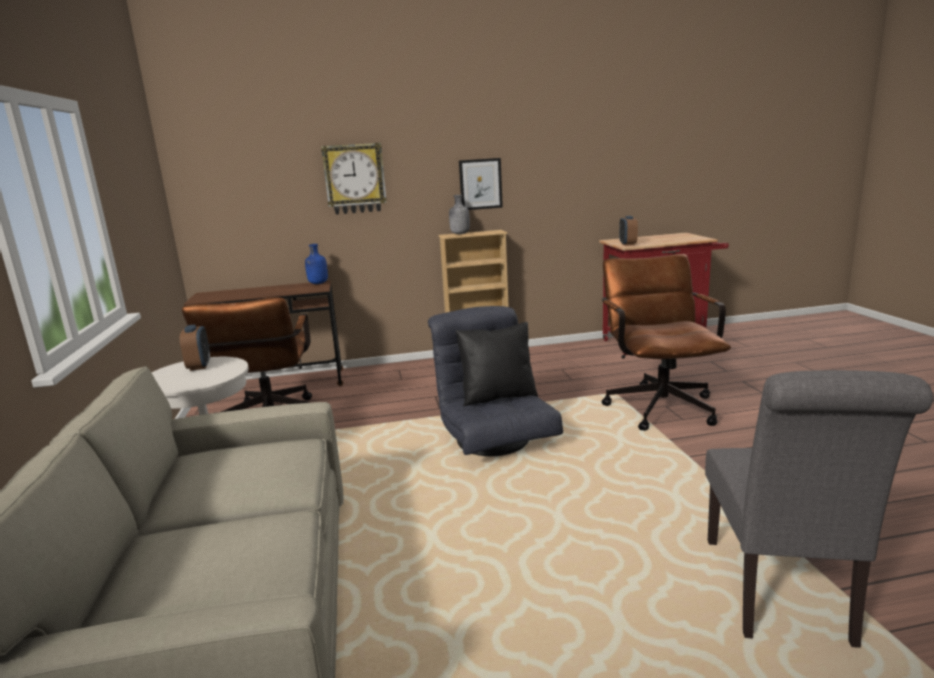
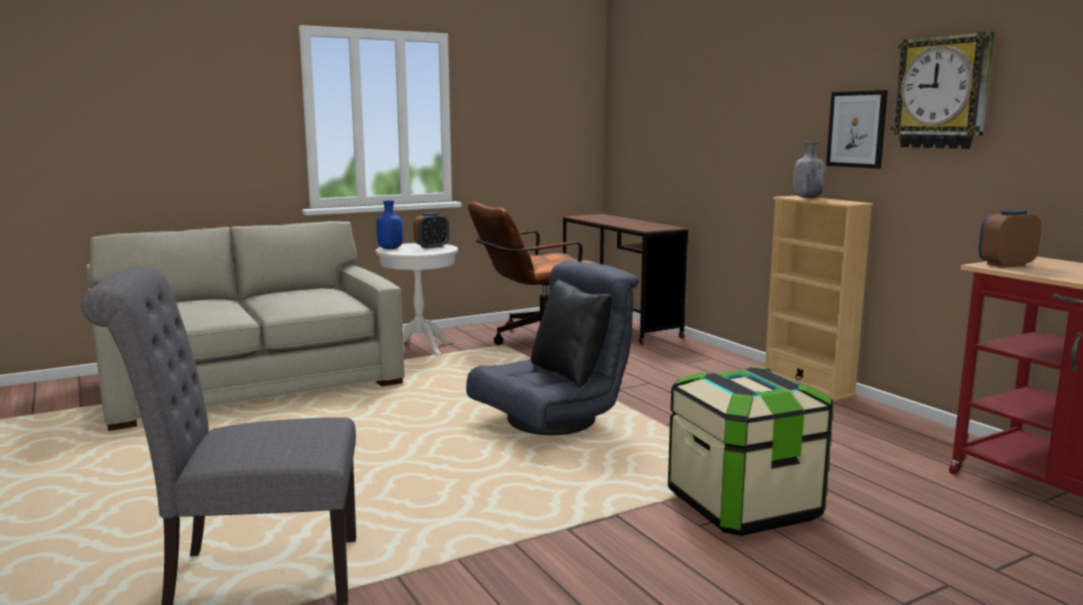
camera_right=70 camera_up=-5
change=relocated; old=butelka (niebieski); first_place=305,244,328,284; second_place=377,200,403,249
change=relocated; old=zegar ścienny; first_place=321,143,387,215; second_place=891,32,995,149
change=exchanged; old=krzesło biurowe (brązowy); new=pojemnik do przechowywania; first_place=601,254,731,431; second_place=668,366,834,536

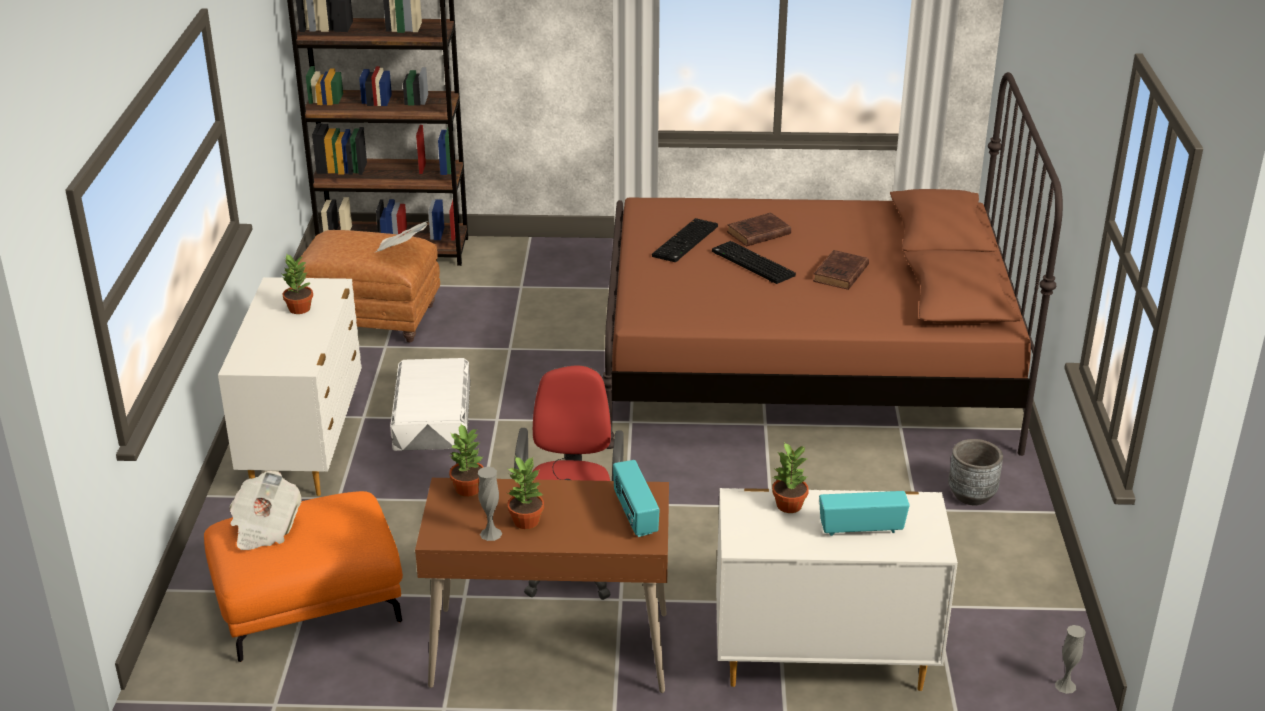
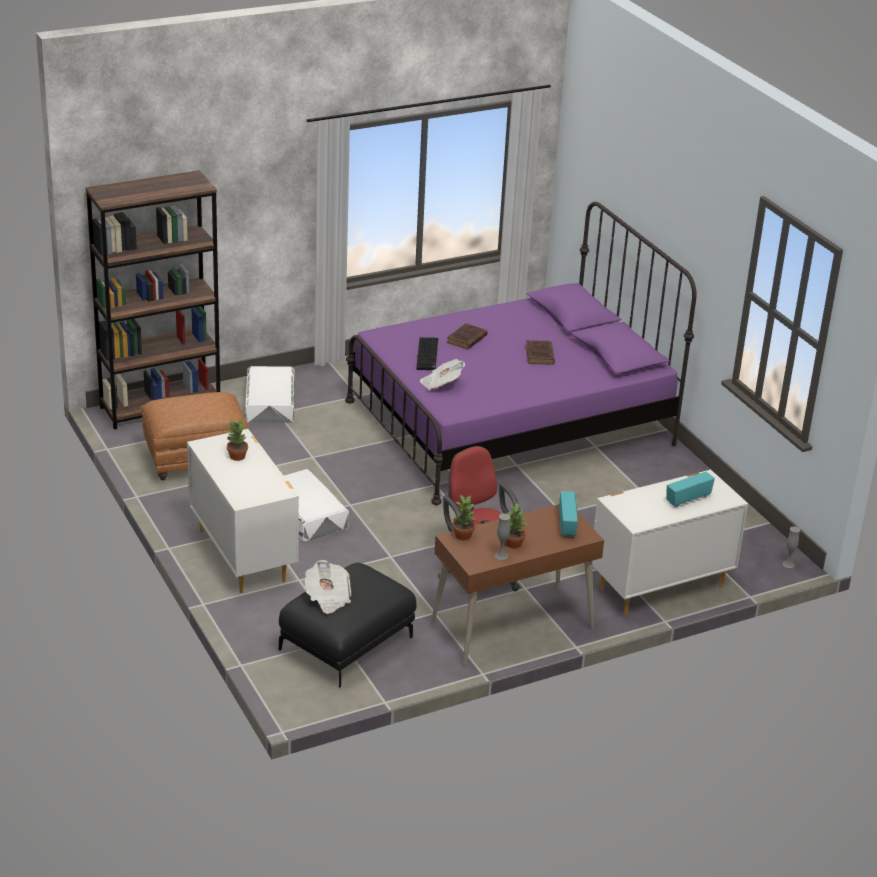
camera_right=-30 camera_up=0
change=colour; old=pufa (pomarańczowy); new=pufa (czarny); first_place=204,491,403,662; second_place=279,563,416,687
change=relocated; old=gazeta; first_place=374,221,428,253; second_place=420,359,465,390
change=colour; old=łóżko (brązowy); new=łóżko (fioletowy); first_place=602,72,1063,456; second_place=345,202,697,505
change=spun; old=radio; first_place=613,460,660,537; second_place=559,491,578,537; degrees=-135
change=missing; old=klawiatura; first_place=712,241,796,284
change=missing; old=roślina doniczkowa; first_place=772,442,809,513
change=missing; old=donica (szary); first_place=948,439,1003,505
change=appeared; new=pojemnik do przechowywania (biały); second_place=245,366,294,423

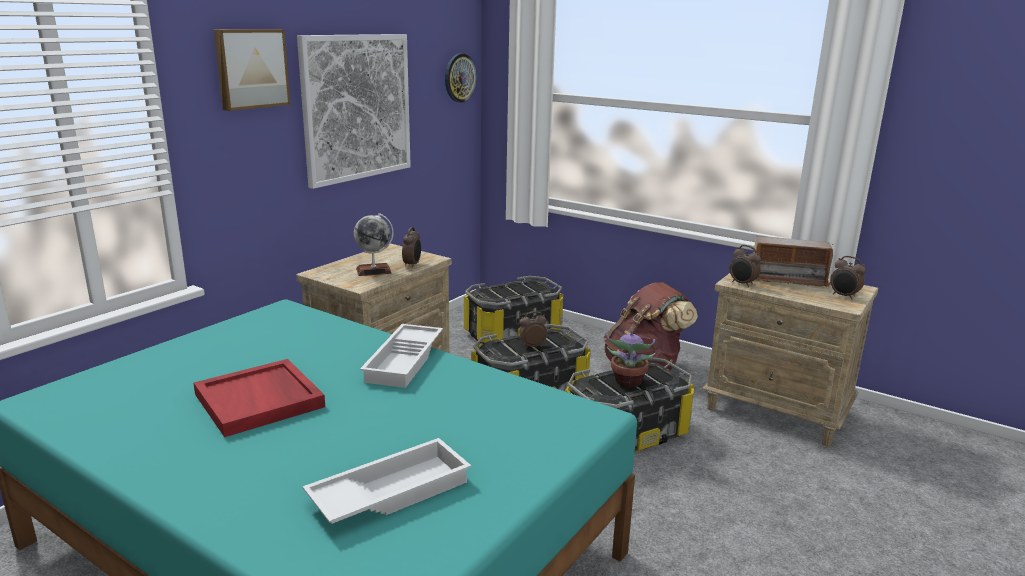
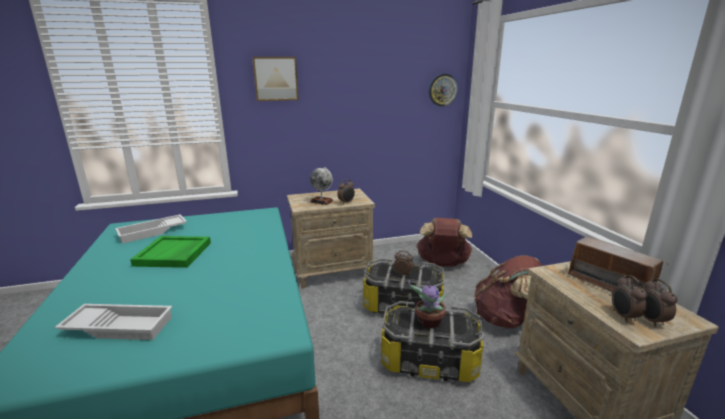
camera_right=40 camera_up=0
change=colour; old=taca (czerwony); new=taca (zielony); first_place=194,359,325,437; second_place=130,236,211,268
change=missing; old=obraz; first_place=297,34,411,189
change=relocated; old=taca (biały); first_place=360,324,443,388; second_place=115,215,187,244
change=exchanged; old=pojemnik do przechowywania; new=plecak (brązowy); first_place=464,276,563,344; second_place=417,218,472,267
change=relocated; old=budzik; first_place=730,245,761,287; second_place=612,275,647,323

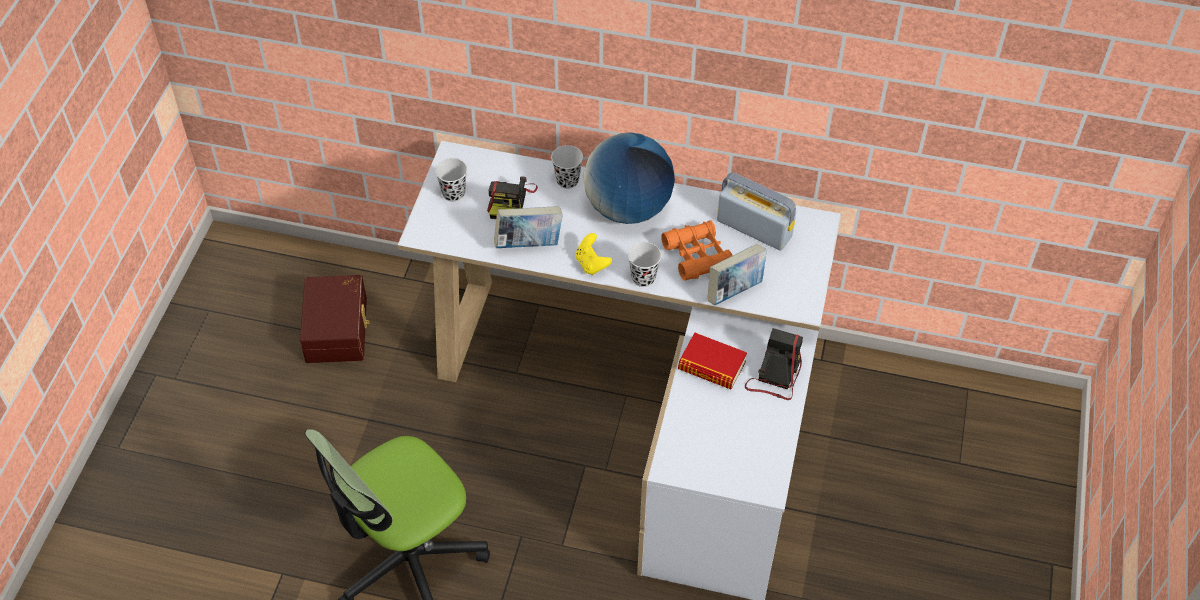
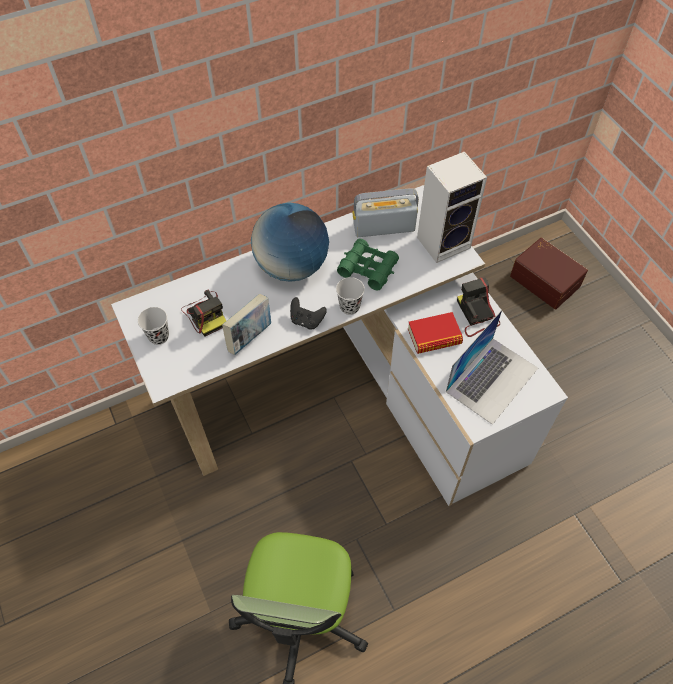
camera_right=-40 camera_up=5
change=relocated; old=pojemnik do przechowywania (brązowy); first_place=300,275,369,363; second_place=510,238,588,309
change=missing; old=filiżanka (czarny); first_place=551,145,583,189
change=colour; old=pad do gier (żółty); new=pad do gier (czarny); first_place=576,233,612,275; second_place=290,297,327,329
change=colour; old=lornetka (pomarańczowy); new=lornetka (zielony); first_place=661,220,733,280; second_place=337,239,399,291
change=missing; old=książka; first_place=708,244,767,305
change=appeared; new=głośnik; second_place=417,151,487,263
change=appeared; new=laptop; second_place=446,310,538,425

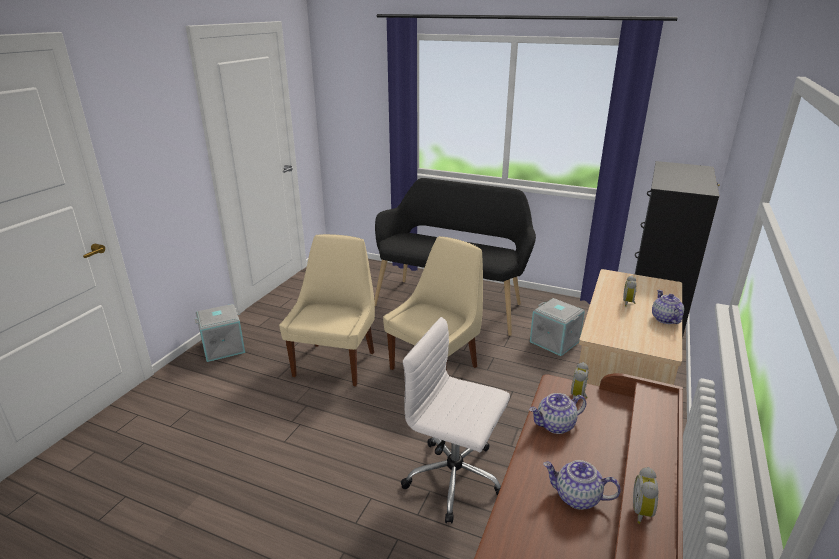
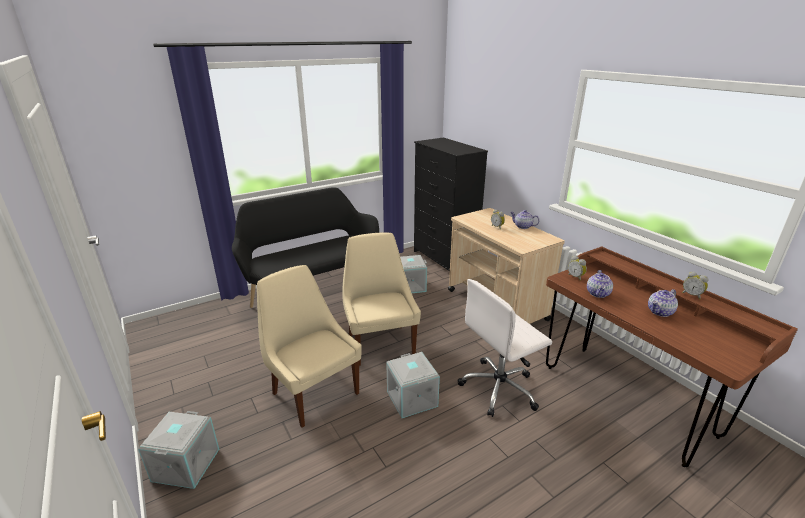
camera_right=-55 camera_up=0
change=appeared; new=pojemnik do przechowywania (szary); second_place=386,352,440,418

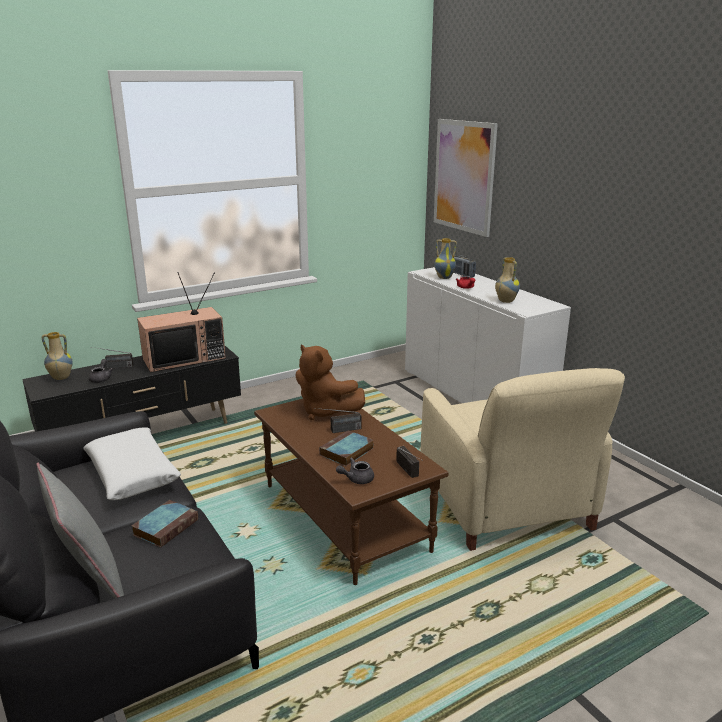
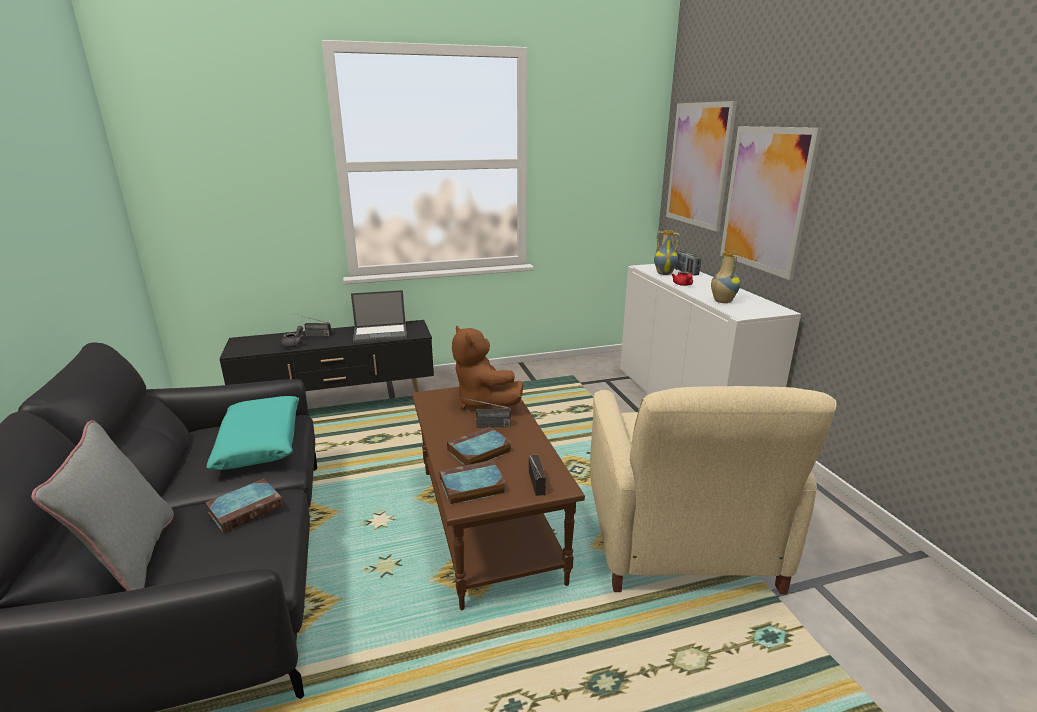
camera_right=15 camera_up=0
change=missing; old=wazon; first_place=42,332,73,380
change=colour; old=poduszka (biały); new=poduszka (turkusowy); first_place=83,427,181,500; second_place=206,396,299,470
change=exchanged; old=telewizor; new=laptop; first_place=137,272,226,373; second_place=351,290,407,343
change=exchanged; old=imbryk (szary); new=książka; first_place=336,457,374,484; second_place=439,460,506,505
change=appeared; new=obraz; second_place=720,126,822,280

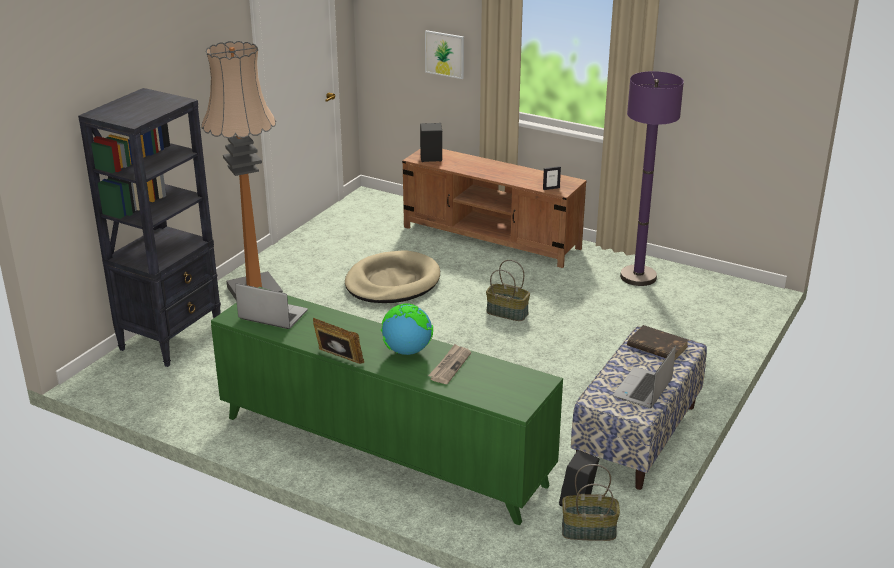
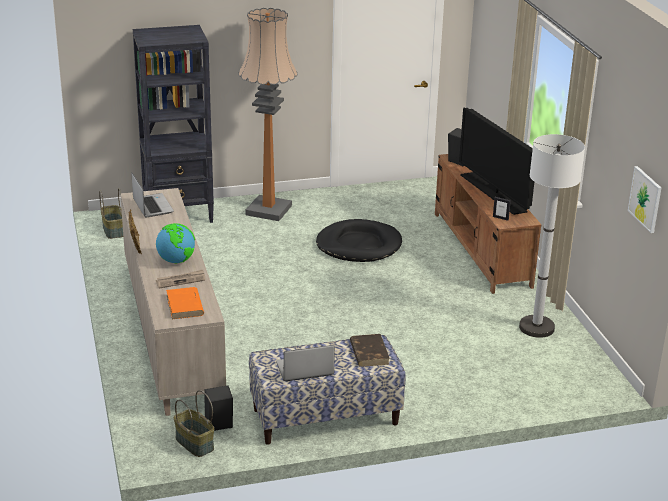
camera_right=45 camera_up=0
change=colour; old=szafka (zielony); new=szafka (beżowy); first_place=211,287,563,525; second_place=121,188,226,416
change=colour; old=legowisko (beżowy); new=legowisko (czarny); first_place=345,250,440,303; second_place=316,219,402,262
change=relocated; old=obraz; first_place=425,30,464,79; second_place=628,166,661,233
change=relocated; old=koszyk; first_place=486,260,530,321; second_place=99,188,123,239
change=colour; old=lampa stojąca (fioletowy); new=lampa stojąca (biały); first_place=620,71,684,286; second_place=519,134,585,338
change=appeared; new=książka (pomarańczowy); second_place=166,287,204,319
change=appeared; new=telewizor; second_place=459,107,534,215

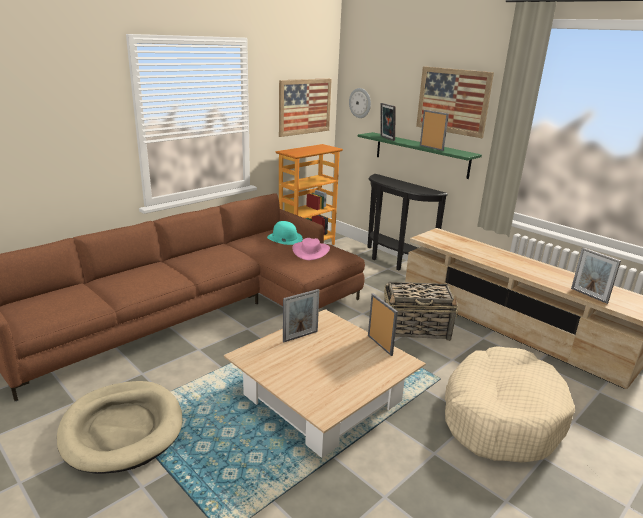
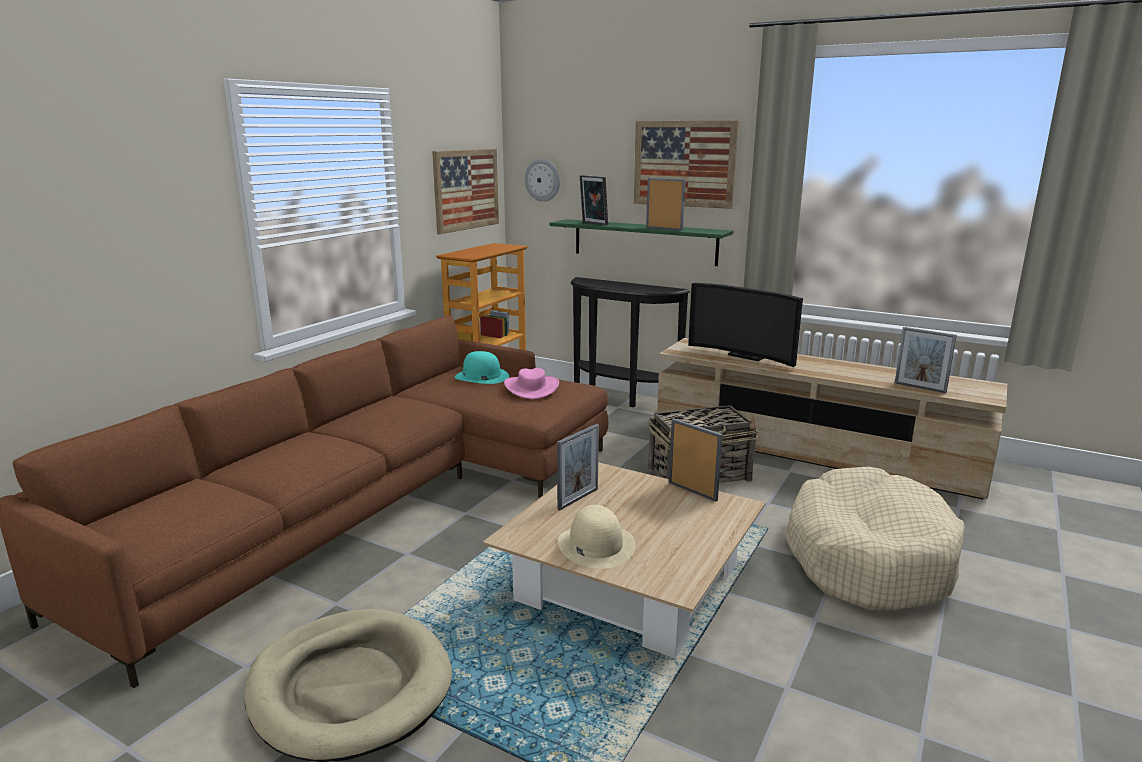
camera_right=-15 camera_up=-5
change=appeared; new=kapelusz (beżowy); second_place=557,505,635,569
change=appeared; new=telewizor; second_place=688,283,803,367

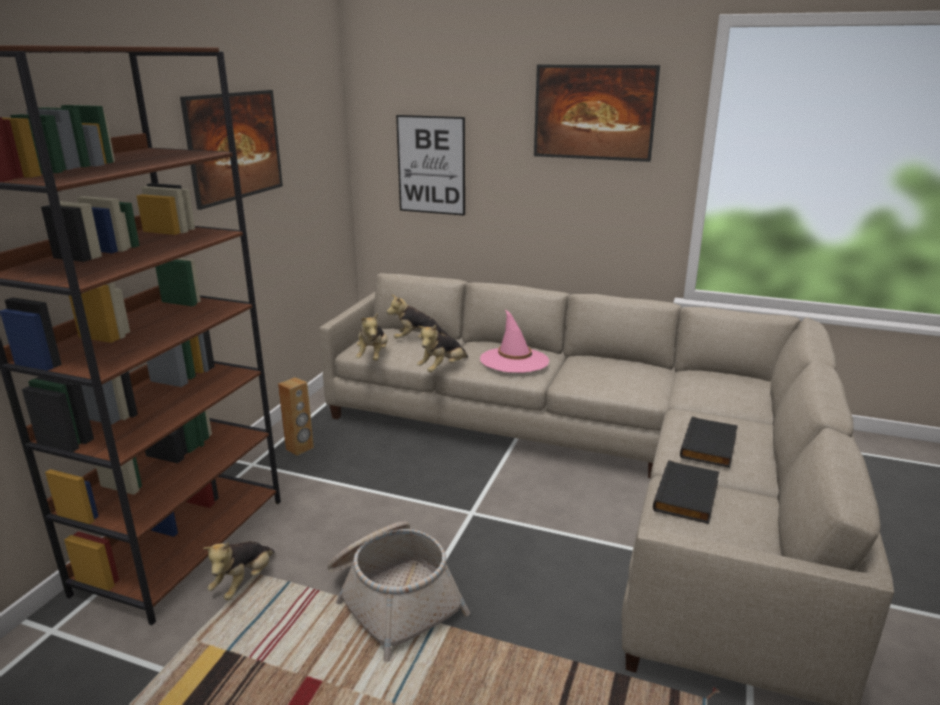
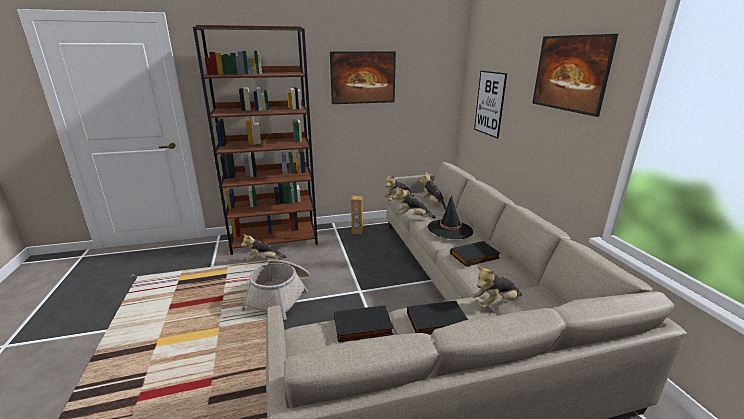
camera_right=55 camera_up=0
change=colour; old=kapelusz (różowy); new=kapelusz (czarny); first_place=480,309,549,373; second_place=428,196,473,239
change=appeared; new=książka (czarny); second_place=450,241,500,267
change=appeared; new=pluszak; second_place=472,267,522,308

